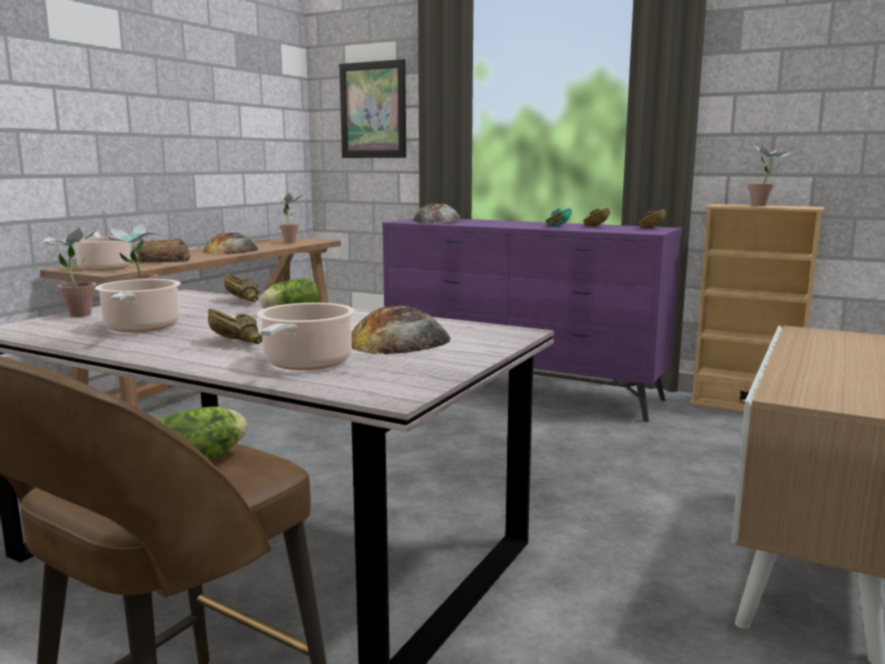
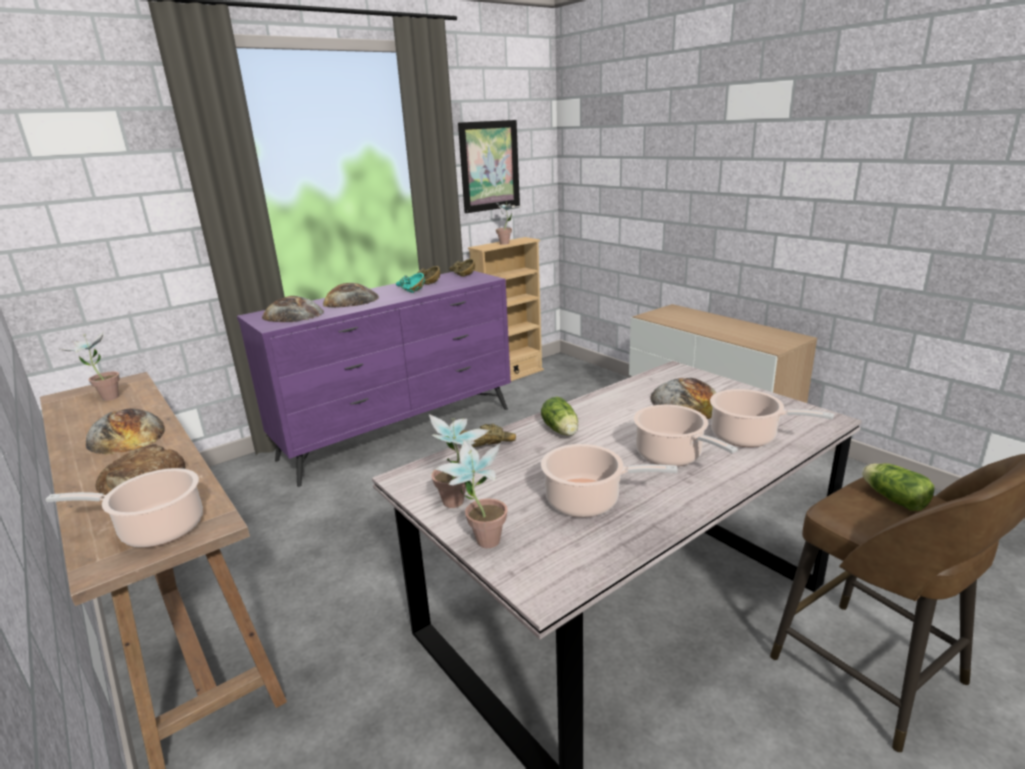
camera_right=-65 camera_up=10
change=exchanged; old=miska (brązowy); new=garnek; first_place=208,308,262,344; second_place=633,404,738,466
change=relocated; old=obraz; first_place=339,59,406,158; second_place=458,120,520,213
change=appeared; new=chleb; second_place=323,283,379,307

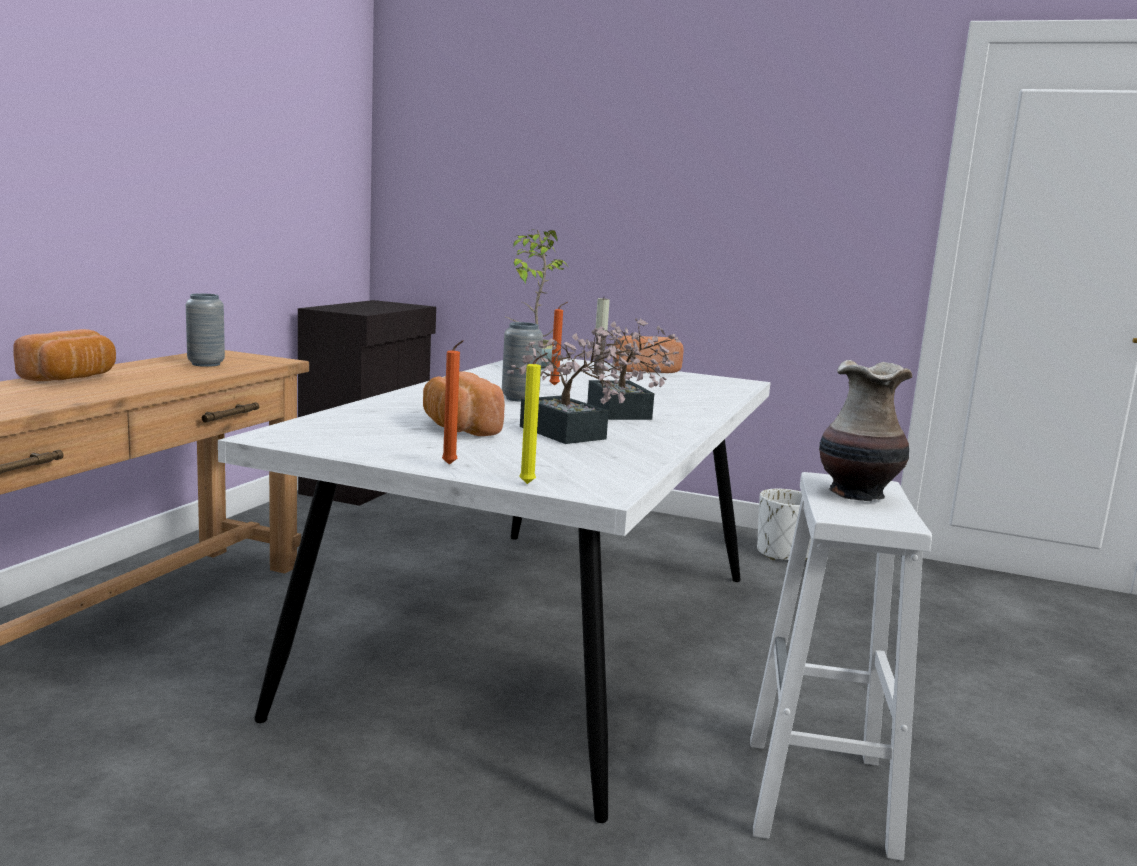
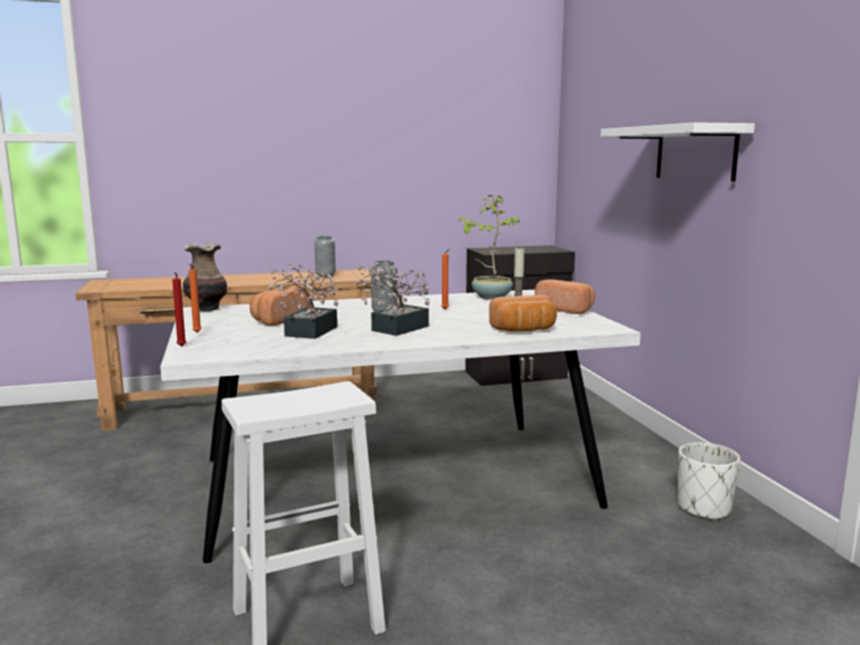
camera_right=55 camera_up=0
change=relocated; old=chleb; first_place=13,329,116,381; second_place=489,295,557,331
change=colour; old=świeca (żółty); new=świeca (czerwony); first_place=519,353,548,484; second_place=172,273,186,346
change=relocated; old=wazon; first_place=819,360,912,501; second_place=183,242,227,311
change=appeared; new=półka (biały); second_place=601,122,755,181

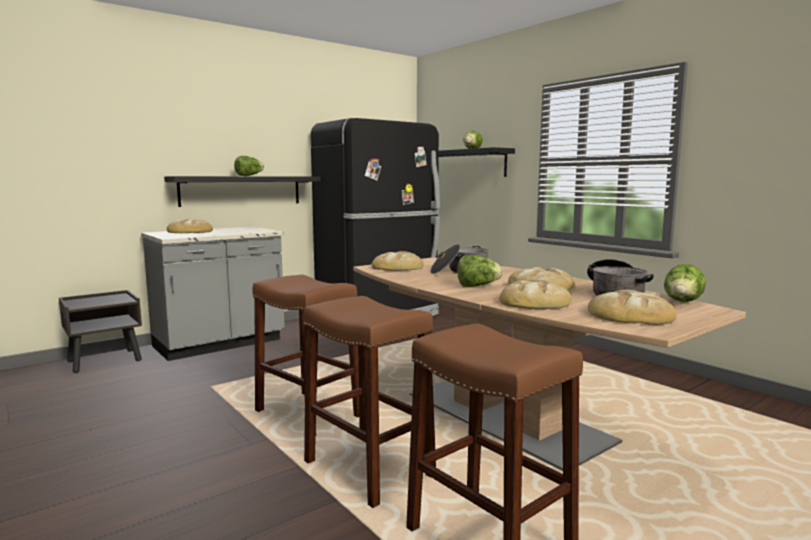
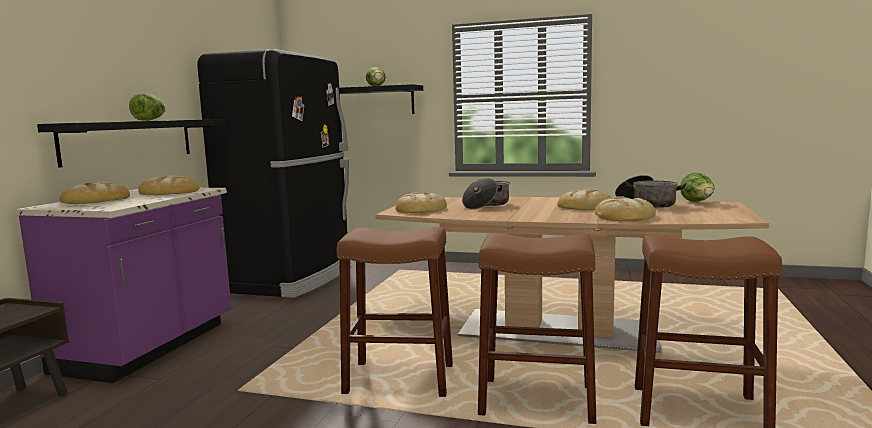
camera_right=-35 camera_up=0
change=colour; old=zabudowa kuchenna (szary); new=zabudowa kuchenna (fioletowy); first_place=141,226,285,361; second_place=16,188,231,383
change=missing; old=sałata; first_place=458,255,503,287
change=relocated; old=chleb; first_place=588,290,676,325; second_place=138,175,200,195

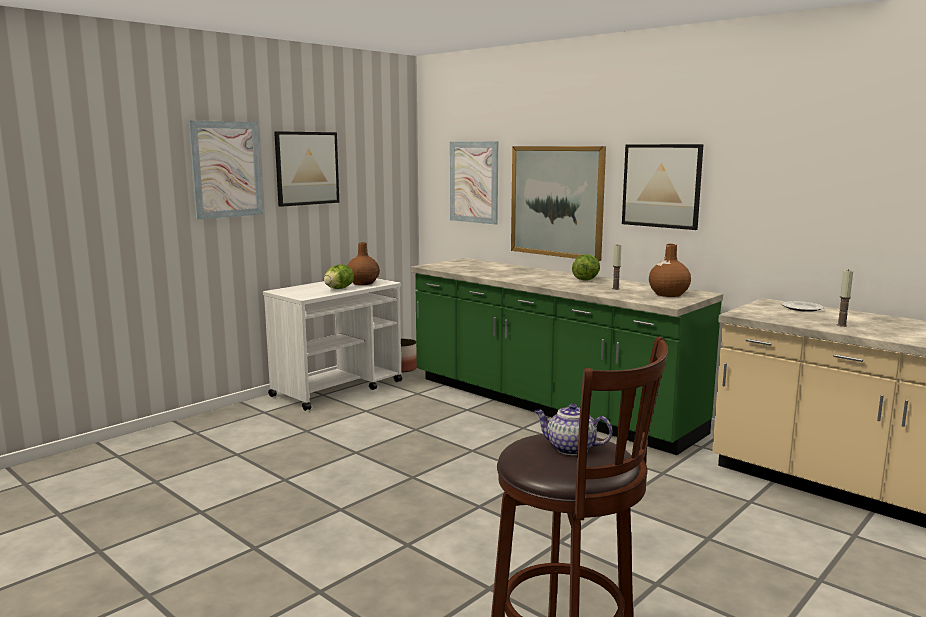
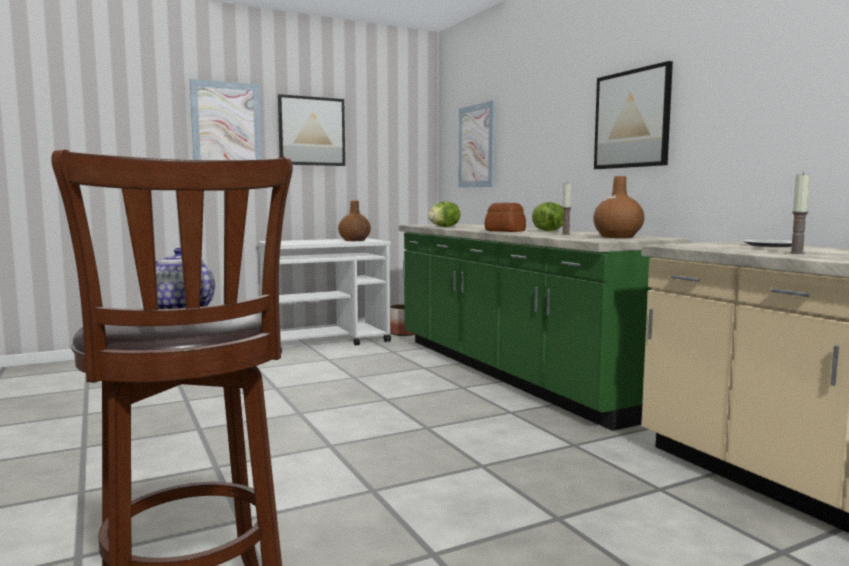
camera_right=20 camera_up=-5
change=relocated; old=sałata; first_place=324,264,354,289; second_place=428,201,460,227
change=missing; old=obraz; first_place=511,146,606,261
change=appeared; new=chleb; second_place=485,203,526,232

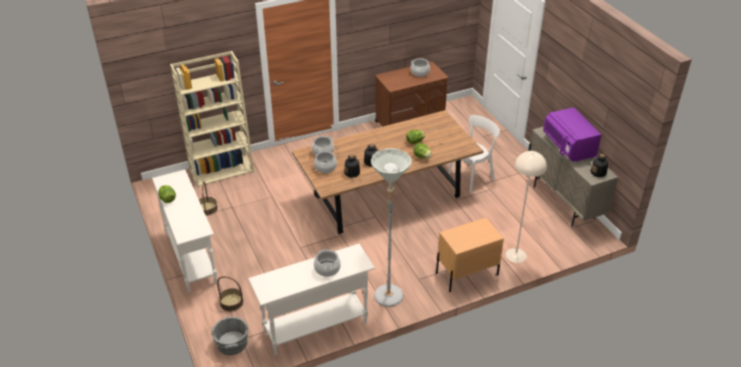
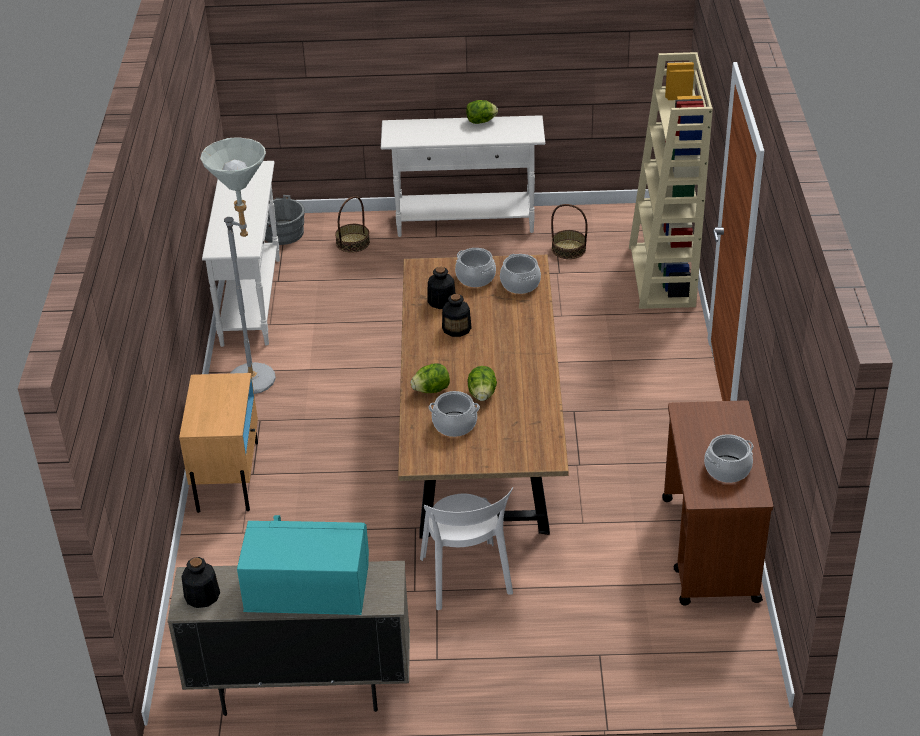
camera_right=115 camera_up=0
change=relocated; old=garnek; first_place=314,249,341,277; second_place=429,391,480,437
change=missing; old=lampa stojąca (beżowy); first_place=506,151,547,263
change=colour; old=mikrofalówka (fioletowy); new=mikrofalówka (turkusowy); first_place=543,107,602,162; second_place=237,515,369,615

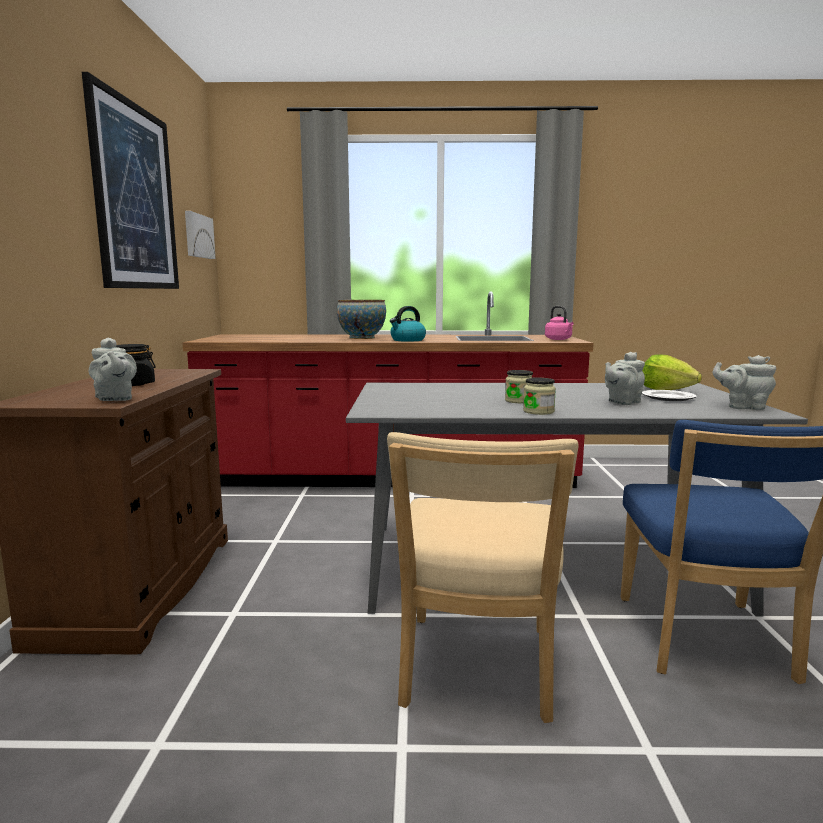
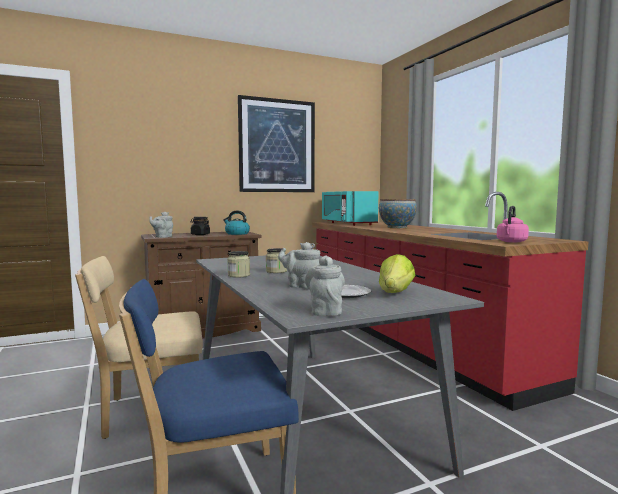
camera_right=65 camera_up=-5
change=missing; old=obraz; first_place=185,211,216,259
change=relocated; old=czajnik; first_place=390,306,426,342; second_place=223,211,250,235
change=appeared; new=mikrofalówka (turkusowy); second_place=322,191,378,226

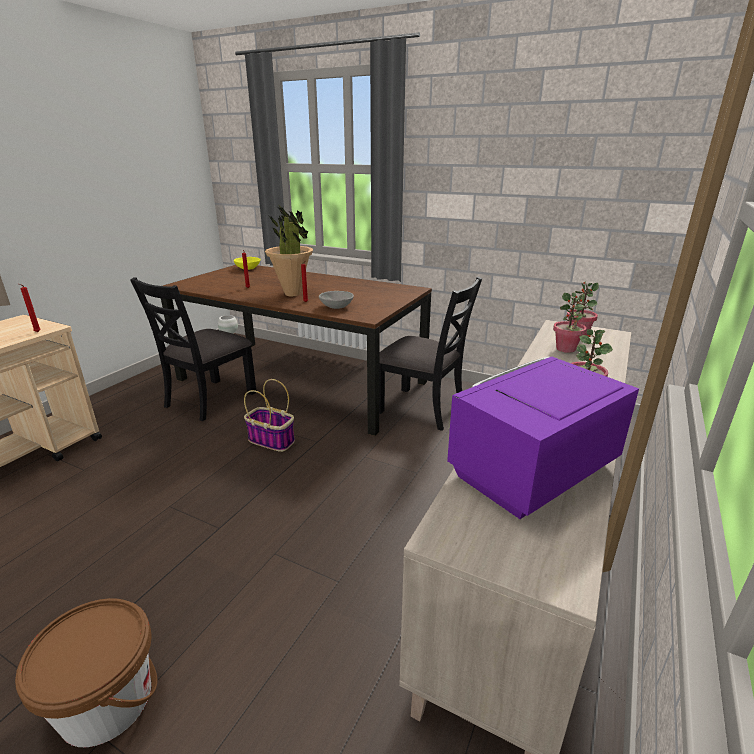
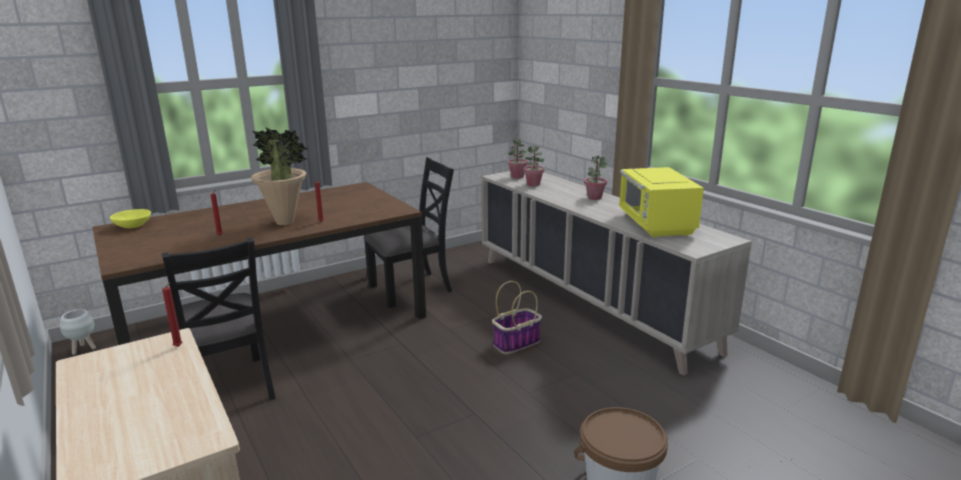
camera_right=-60 camera_up=-5
change=relocated; old=koszyk; first_place=244,379,295,452; second_place=492,281,542,354
change=missing; old=miska (szary); first_place=319,291,354,309
change=colour; old=mikrofalówka (fioletowy); new=mikrofalówka (żółty); first_place=447,356,639,519; second_place=619,167,704,237

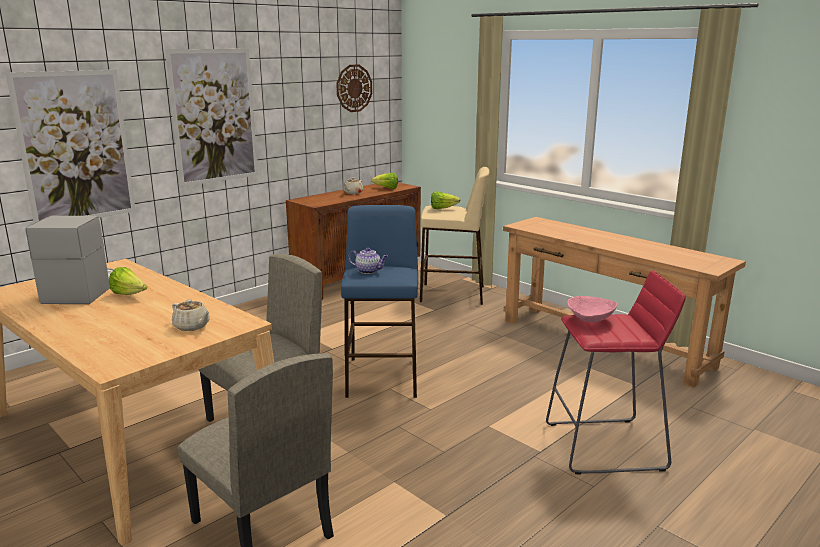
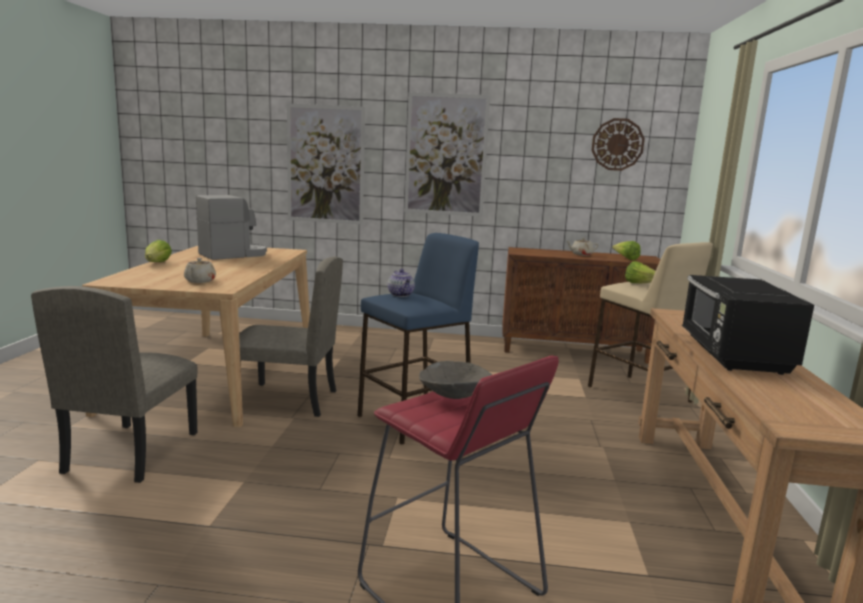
camera_right=50 camera_up=-5
change=relocated; old=sałata; first_place=109,267,147,295; second_place=145,240,172,262
change=colour; old=miska (różowy); new=miska (szary); first_place=567,296,617,322; second_place=419,361,492,399
change=appeared; new=mikrofalówka (czarny); second_place=682,275,814,375

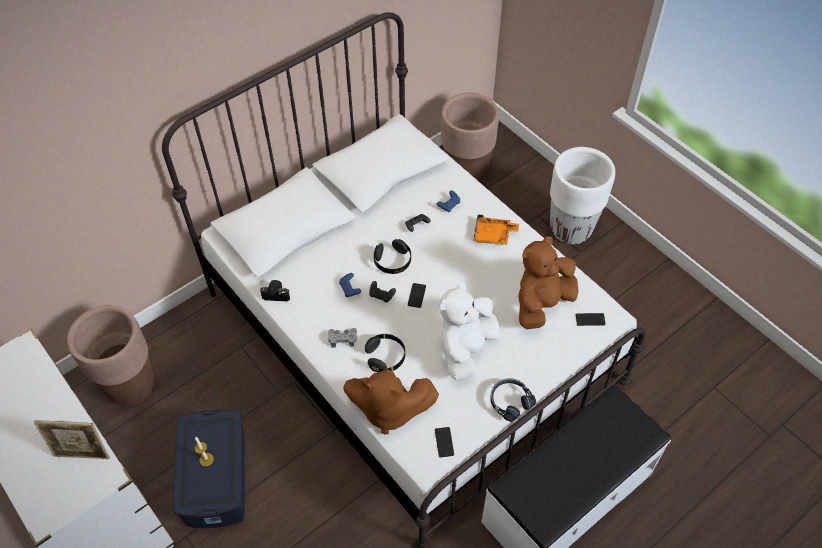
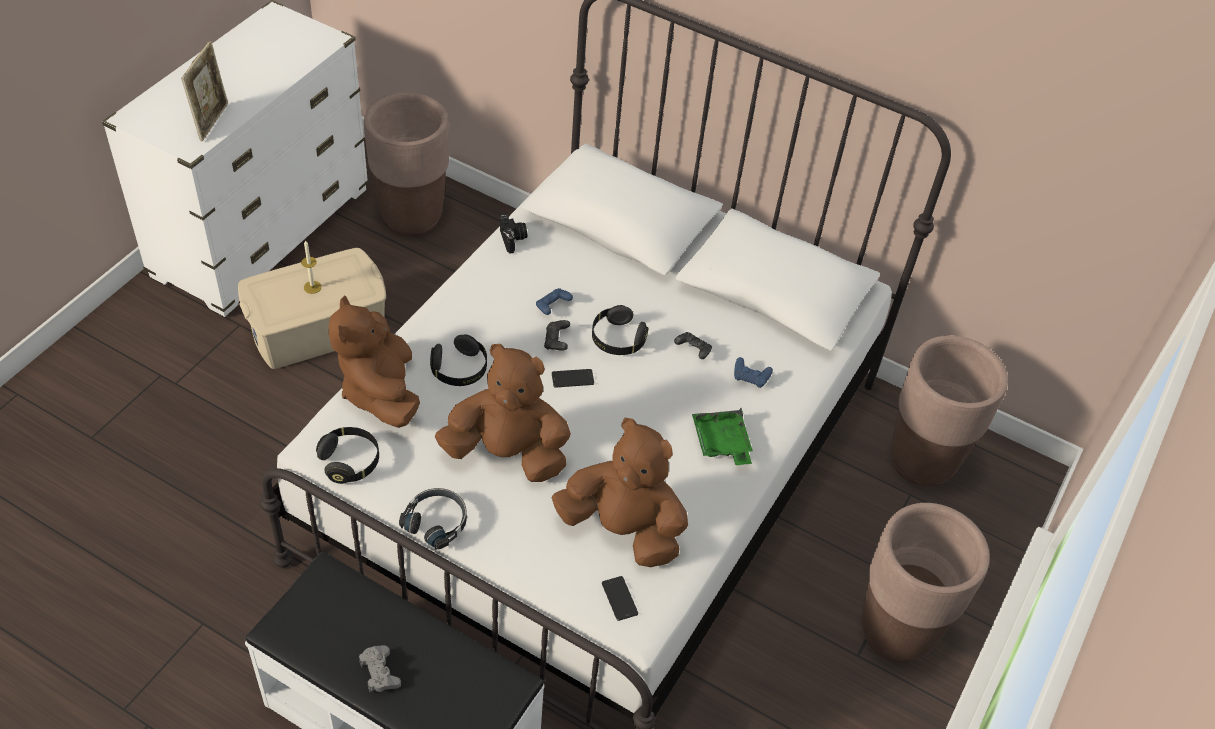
camera_right=65 camera_up=-5
change=spun; old=ramka na zdjęcie; first_place=34,420,110,459; second_place=181,41,228,141; degrees=-150
change=colour; old=pojemnik do przechowywania (niebieski); new=pojemnik do przechowywania (beżowy); first_place=173,409,245,528; second_place=238,248,386,369
change=relocated; old=pad do gier (szary); first_place=328,328,357,348; second_place=359,645,401,692
change=exchanged; old=telefon; new=słuchawki (czarny); first_place=435,427,454,457; second_place=316,427,379,484
change=colour; old=pluszak (biały); new=pluszak (brązowy); first_place=440,282,500,380; second_place=435,344,571,482
change=colour; old=taca (pomarańczowy); new=taca (zielony); first_place=473,214,519,245; second_place=692,408,753,465
change=colour; old=donica (biały); new=donica (brązowy); first_place=550,147,615,244; second_place=861,503,990,662

